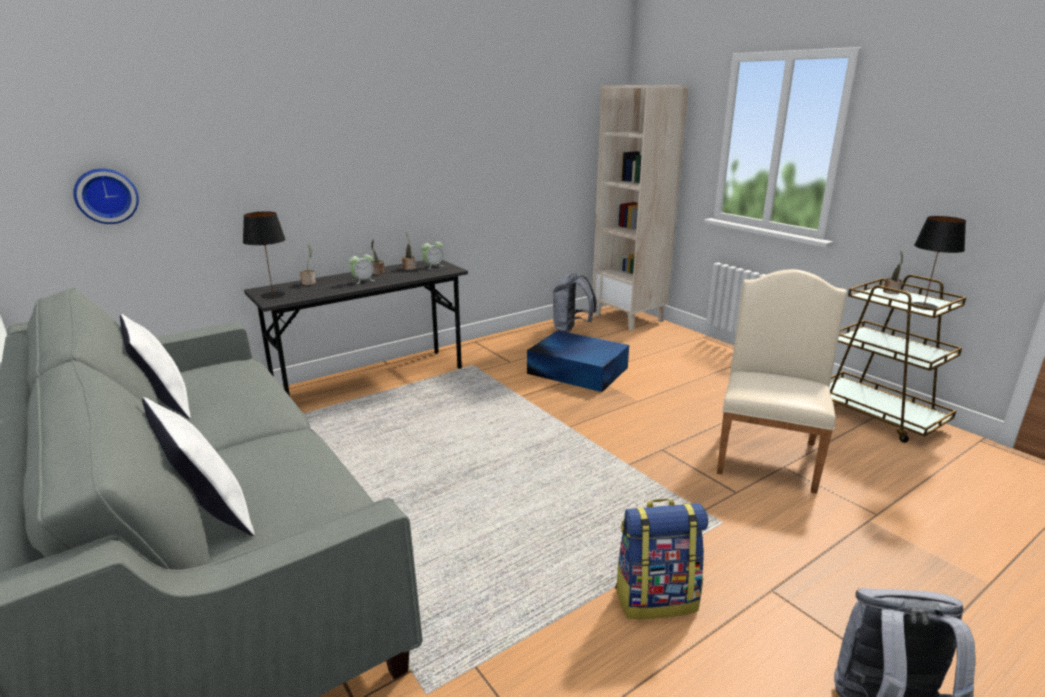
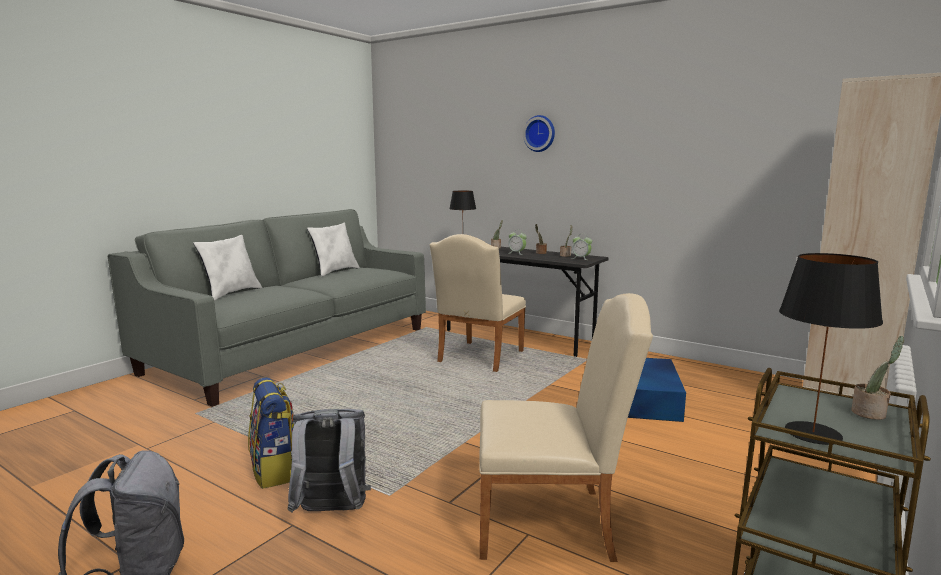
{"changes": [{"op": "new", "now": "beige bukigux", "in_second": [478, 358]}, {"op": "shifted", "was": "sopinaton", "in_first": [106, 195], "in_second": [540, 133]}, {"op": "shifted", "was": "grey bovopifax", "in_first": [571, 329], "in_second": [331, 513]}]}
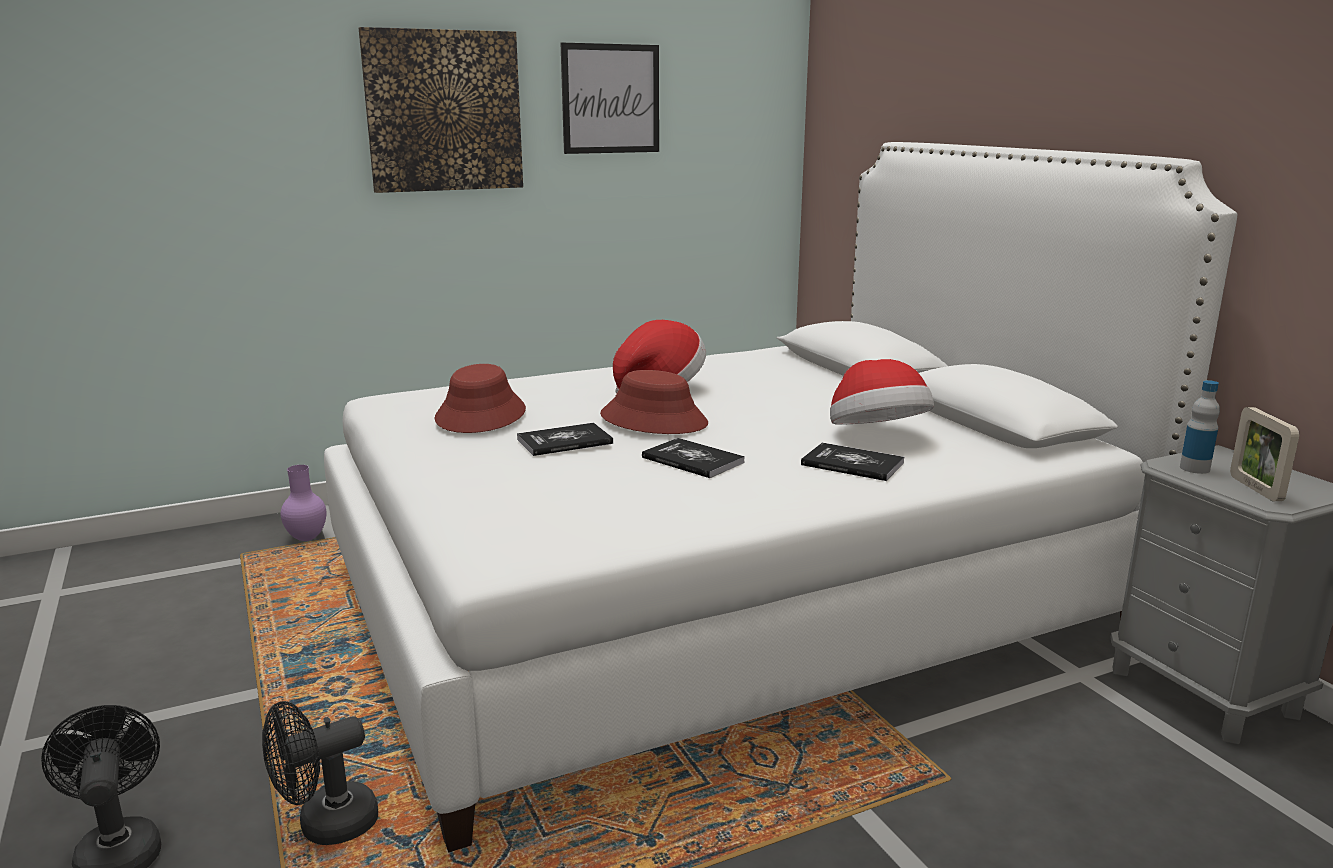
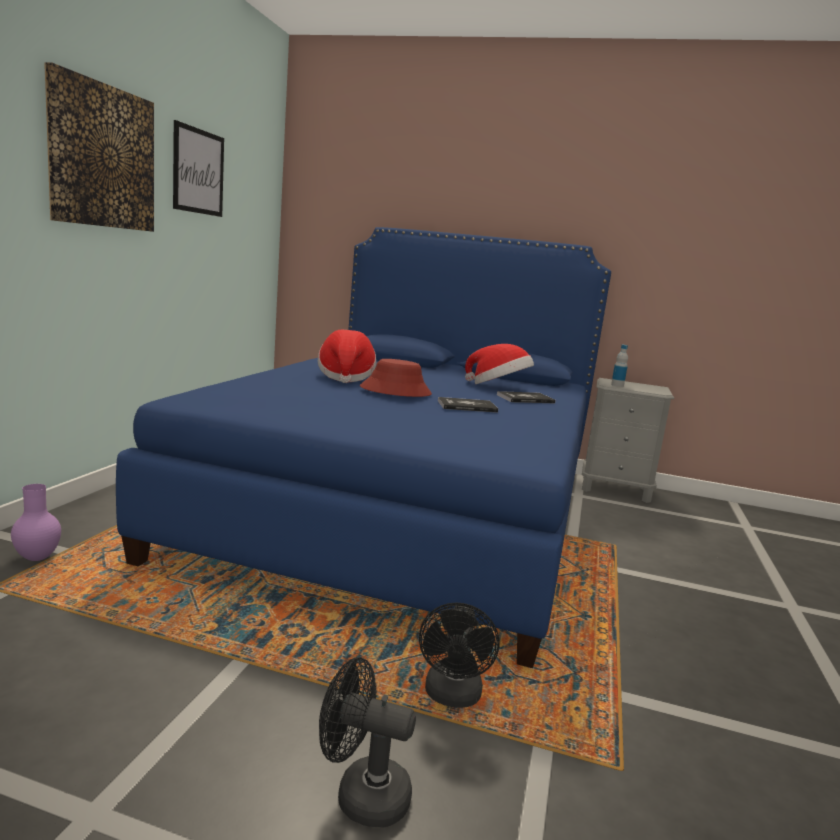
{"changes": [{"op": "gone", "was": "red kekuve", "in_first": [481, 415]}, {"op": "gone", "was": "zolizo", "in_first": [564, 441]}, {"op": "gone", "was": "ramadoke", "in_first": [1255, 489]}, {"op": "repainted", "was": "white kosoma", "now": "blue kosoma", "in_first": [721, 598], "in_second": [404, 508]}]}
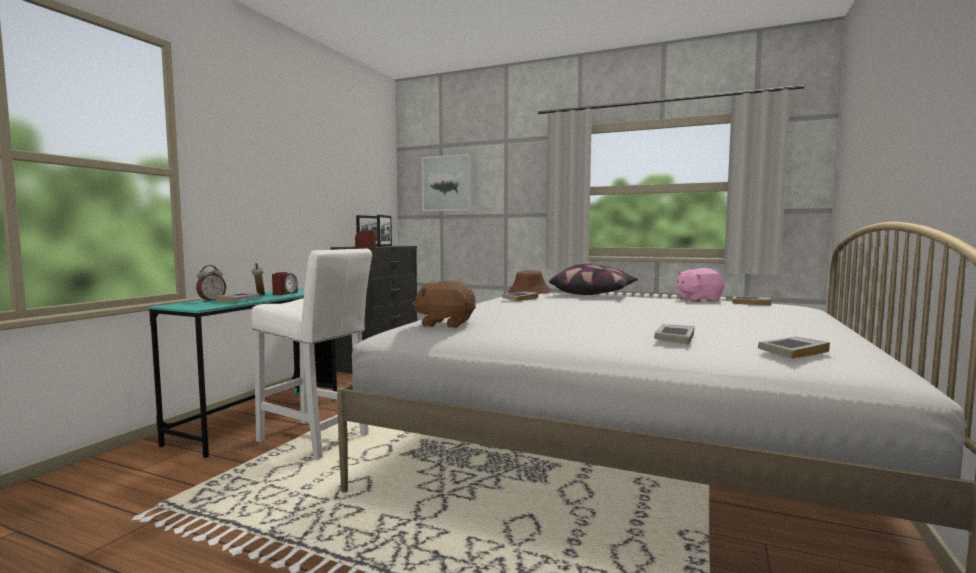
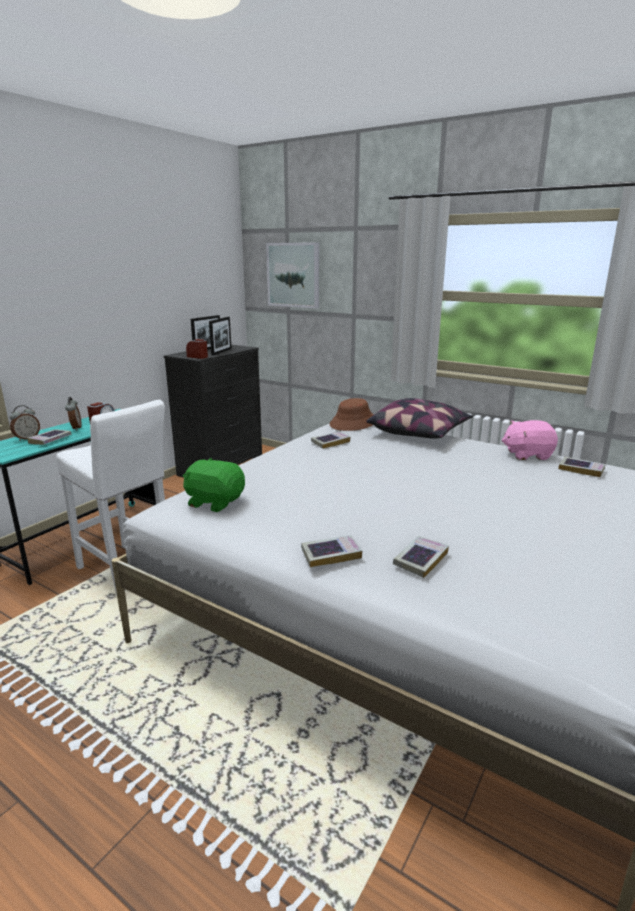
{"changes": [{"op": "shifted", "was": "zolizo", "in_first": [793, 352], "in_second": [331, 554]}, {"op": "repainted", "was": "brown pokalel", "now": "green pokalel", "in_first": [445, 324], "in_second": [215, 502]}]}
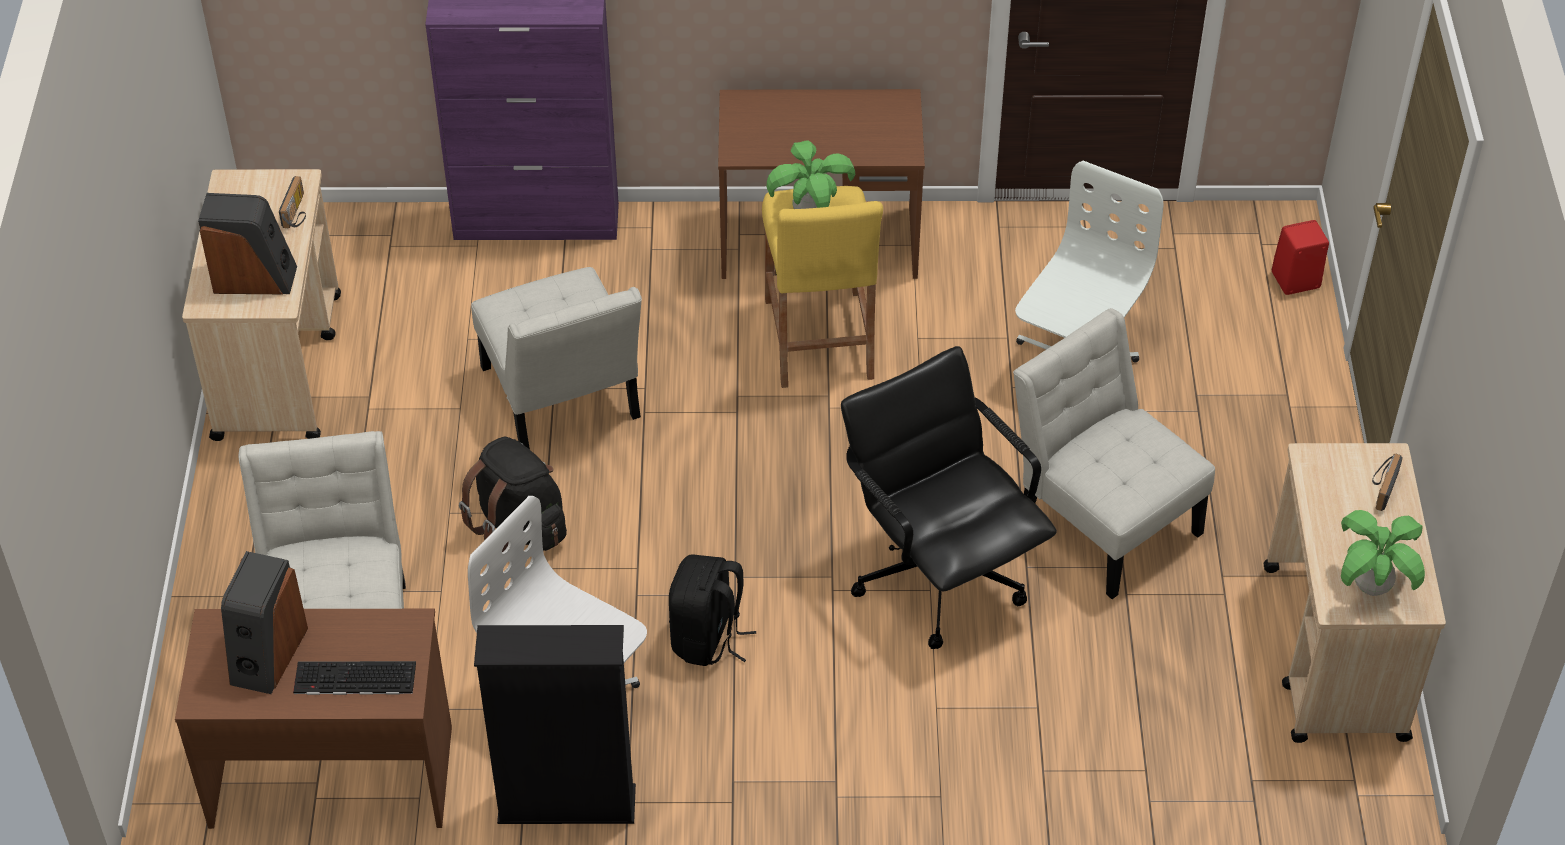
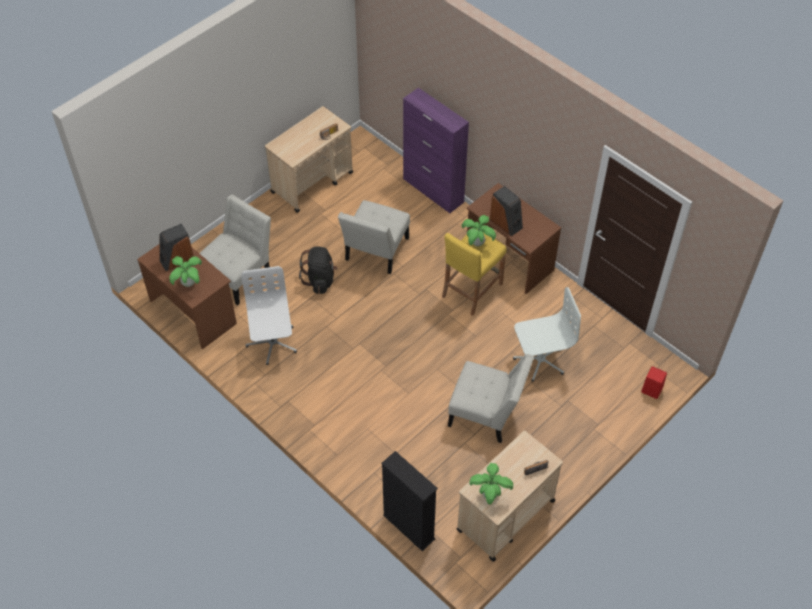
{"changes": [{"op": "gone", "was": "black bovopifax", "in_first": [708, 639]}, {"op": "gone", "was": "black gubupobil", "in_first": [939, 575]}, {"op": "shifted", "was": "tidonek", "in_first": [254, 278], "in_second": [506, 223]}, {"op": "shifted", "was": "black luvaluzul", "in_first": [567, 805], "in_second": [408, 527]}, {"op": "swapped", "was": "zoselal", "now": "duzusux", "in_first": [353, 679], "in_second": [188, 283]}, {"op": "rotated", "was": "white bukigux", "in_first": [1102, 519], "in_second": [487, 414], "clockwise": 105}]}
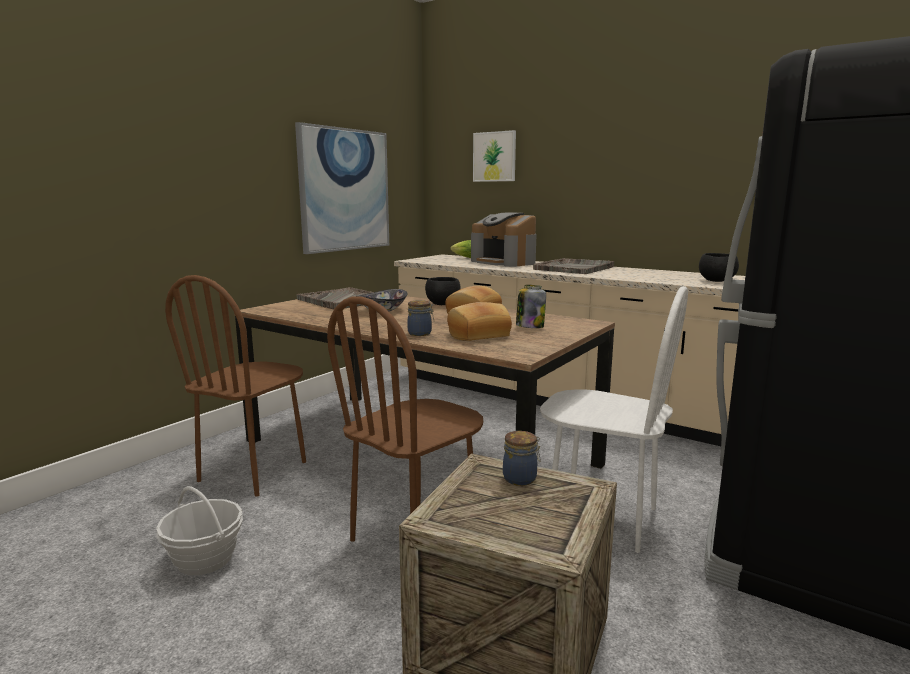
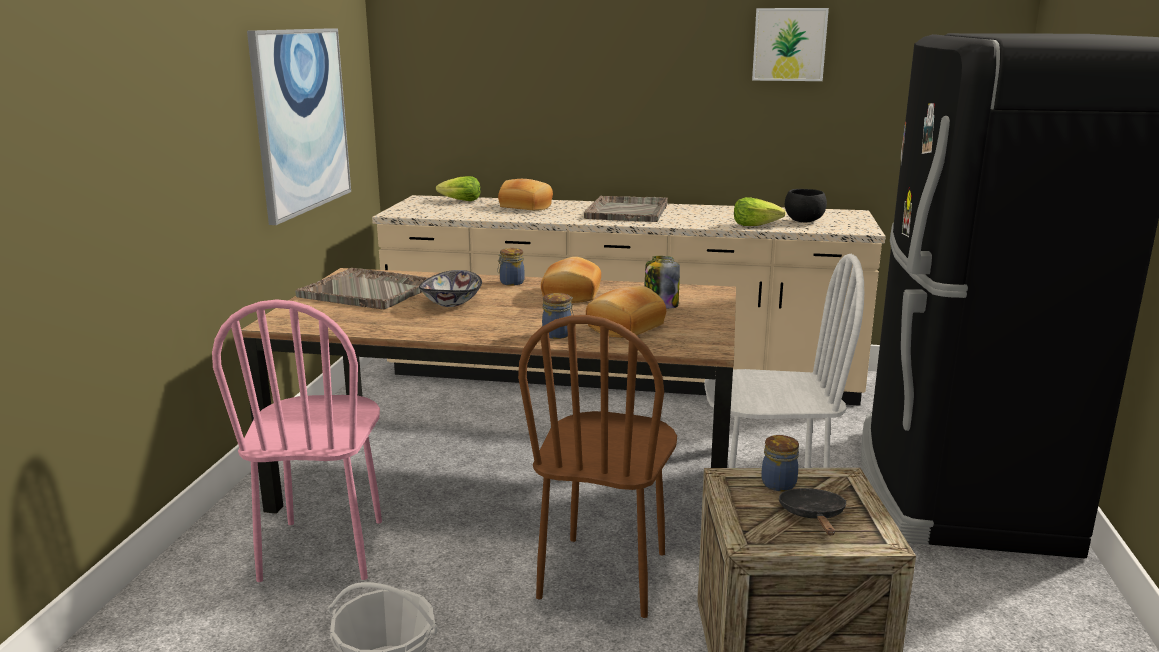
{"changes": [{"op": "new", "now": "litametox", "in_second": [755, 225]}, {"op": "new", "now": "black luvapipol", "in_second": [813, 516]}, {"op": "shifted", "was": "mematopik", "in_first": [494, 156], "in_second": [789, 44]}, {"op": "swapped", "was": "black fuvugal", "now": "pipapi", "in_first": [443, 304], "in_second": [511, 283]}, {"op": "swapped", "was": "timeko", "now": "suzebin", "in_first": [504, 262], "in_second": [526, 207]}, {"op": "repainted", "was": "brown bukigux", "now": "pink bukigux", "in_first": [254, 471], "in_second": [324, 550]}]}
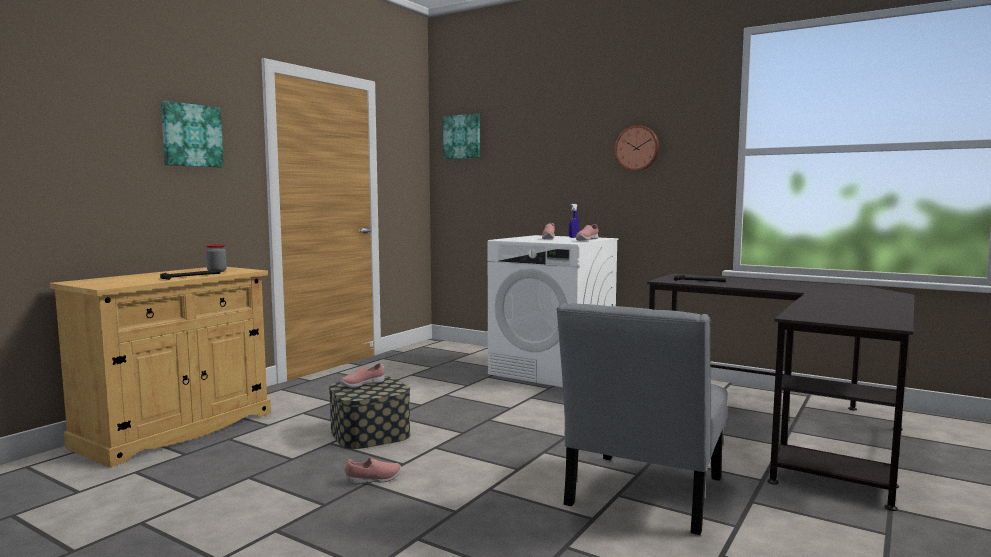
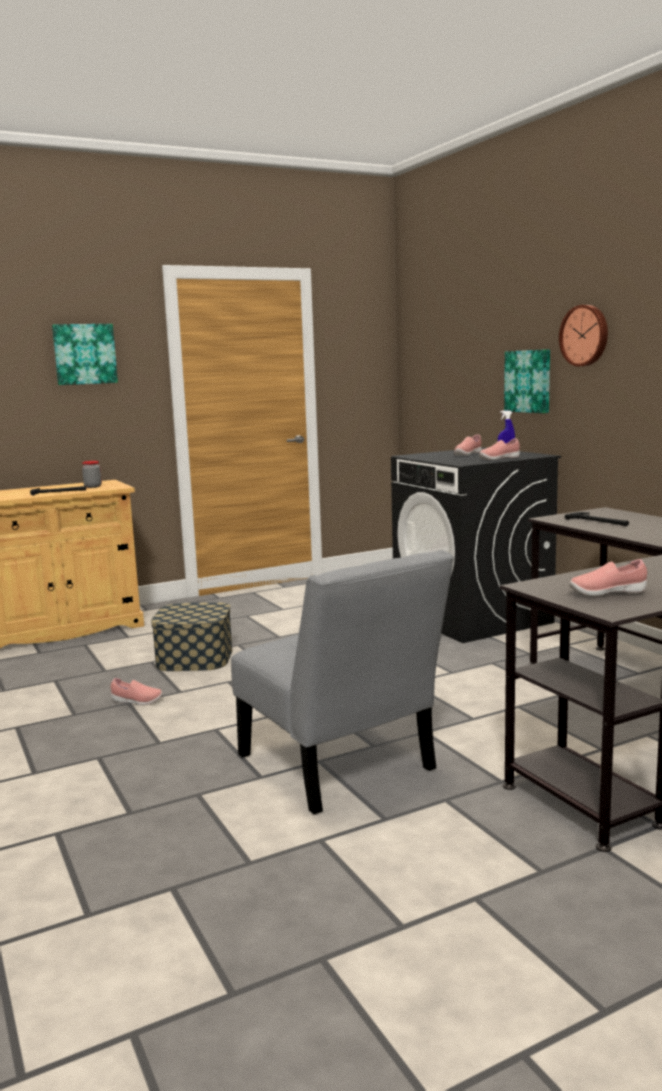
{"changes": [{"op": "shifted", "was": "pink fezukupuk", "in_first": [362, 385], "in_second": [606, 593]}, {"op": "shifted", "was": "mematopik", "in_first": [462, 137], "in_second": [528, 381]}, {"op": "repainted", "was": "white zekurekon", "now": "black zekurekon", "in_first": [553, 371], "in_second": [472, 617]}, {"op": "rotated", "was": "grey bukigux", "in_first": [642, 496], "in_second": [340, 767], "clockwise": -90}]}
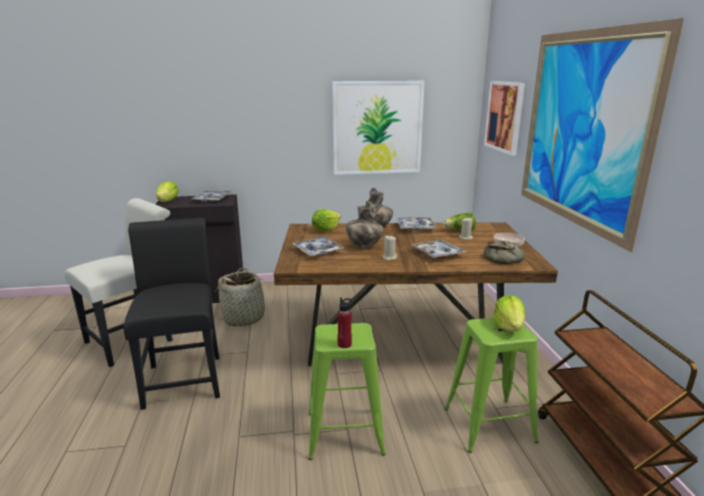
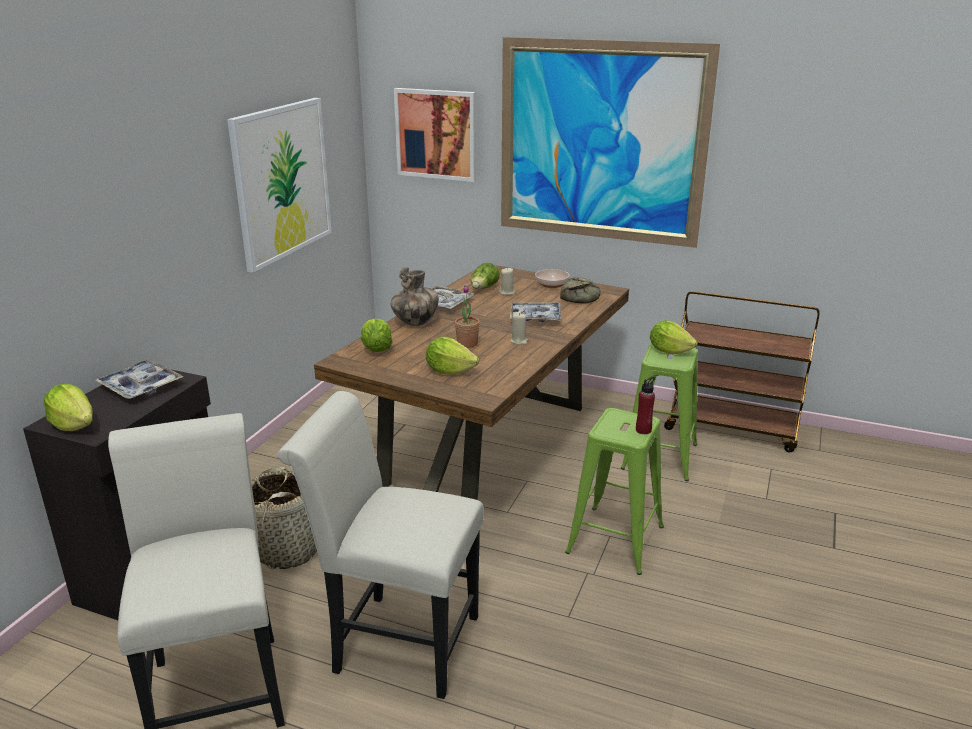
{"changes": [{"op": "swapped", "was": "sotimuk", "now": "litametox", "in_first": [318, 251], "in_second": [449, 371]}, {"op": "swapped", "was": "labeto", "now": "duzusux", "in_first": [364, 246], "in_second": [467, 343]}, {"op": "repainted", "was": "black bukigux", "now": "white bukigux", "in_first": [184, 377], "in_second": [396, 641]}]}
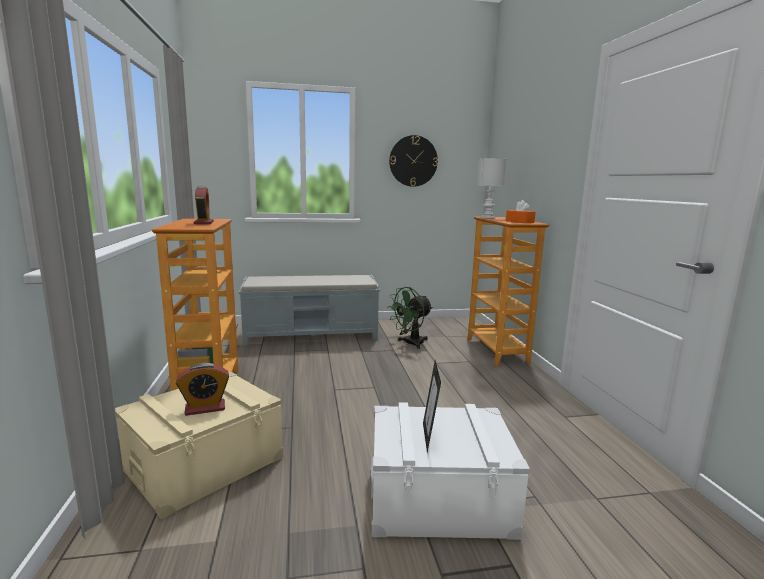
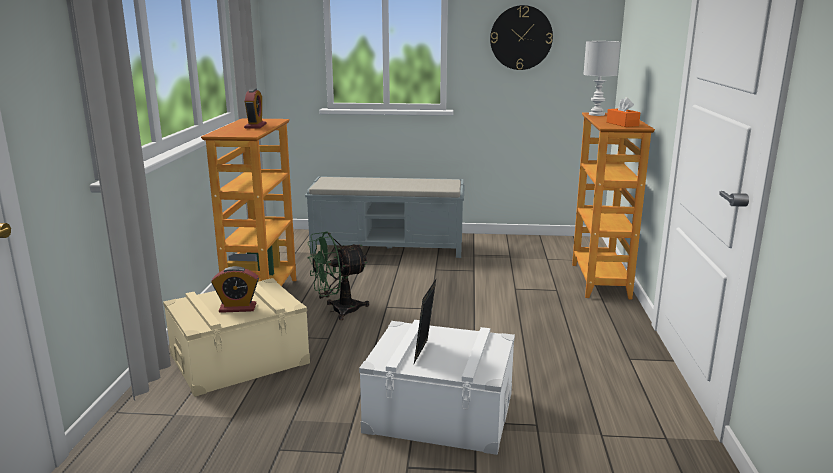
{"changes": [{"op": "shifted", "was": "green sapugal", "in_first": [410, 343], "in_second": [338, 311]}]}
